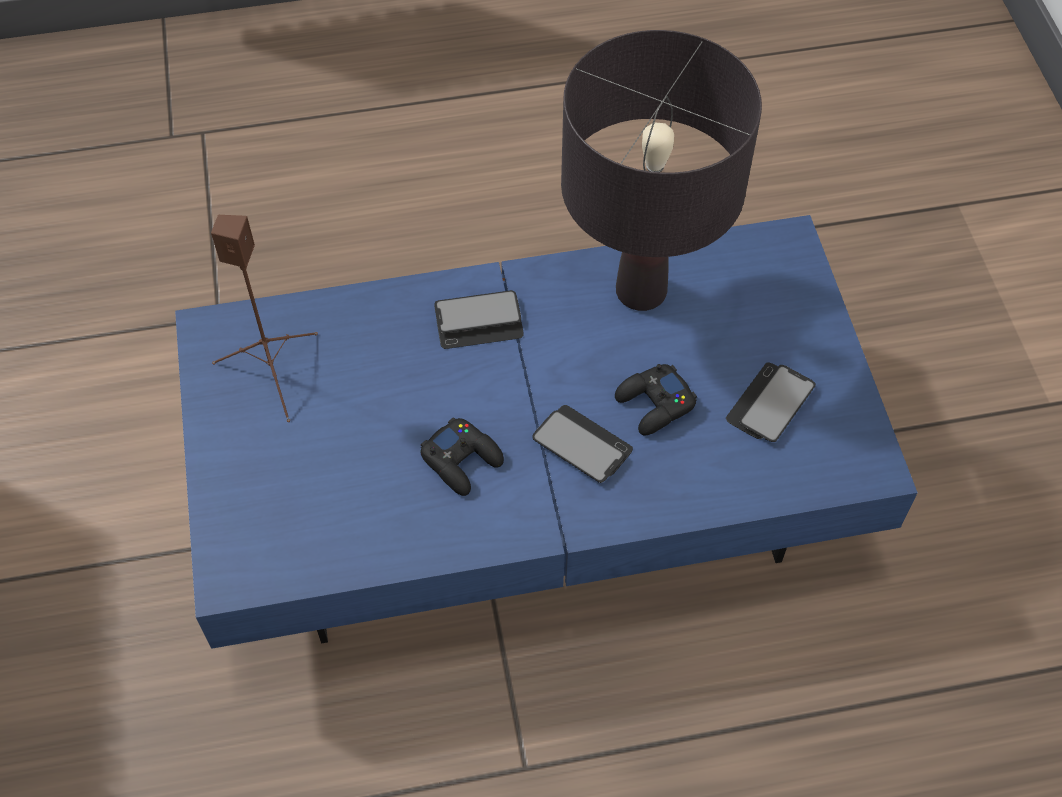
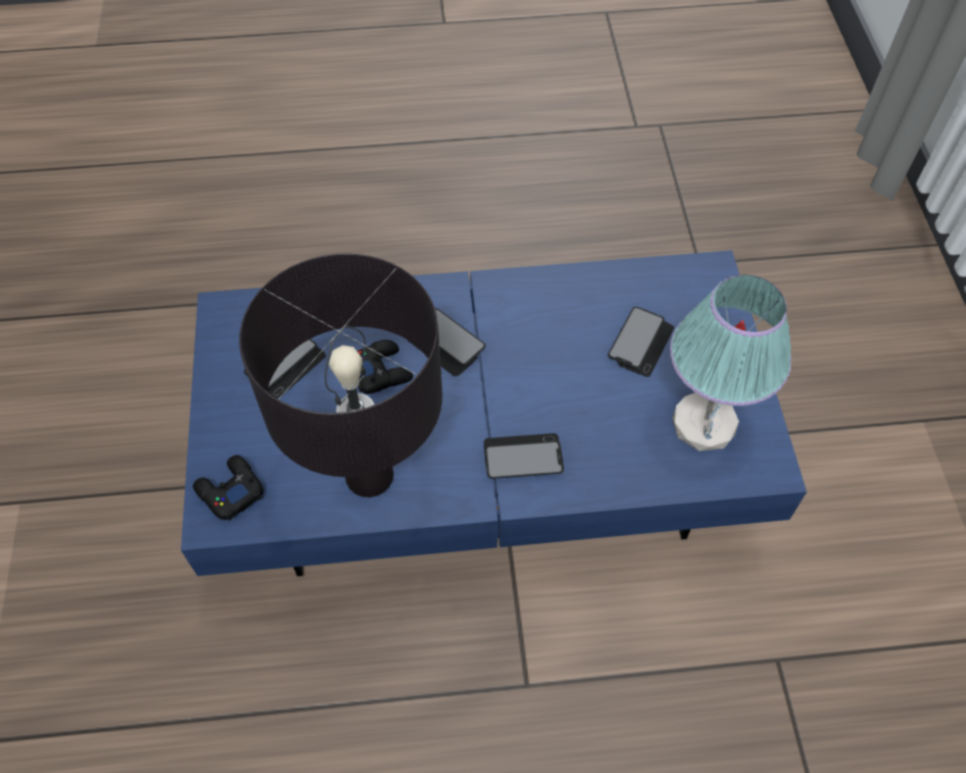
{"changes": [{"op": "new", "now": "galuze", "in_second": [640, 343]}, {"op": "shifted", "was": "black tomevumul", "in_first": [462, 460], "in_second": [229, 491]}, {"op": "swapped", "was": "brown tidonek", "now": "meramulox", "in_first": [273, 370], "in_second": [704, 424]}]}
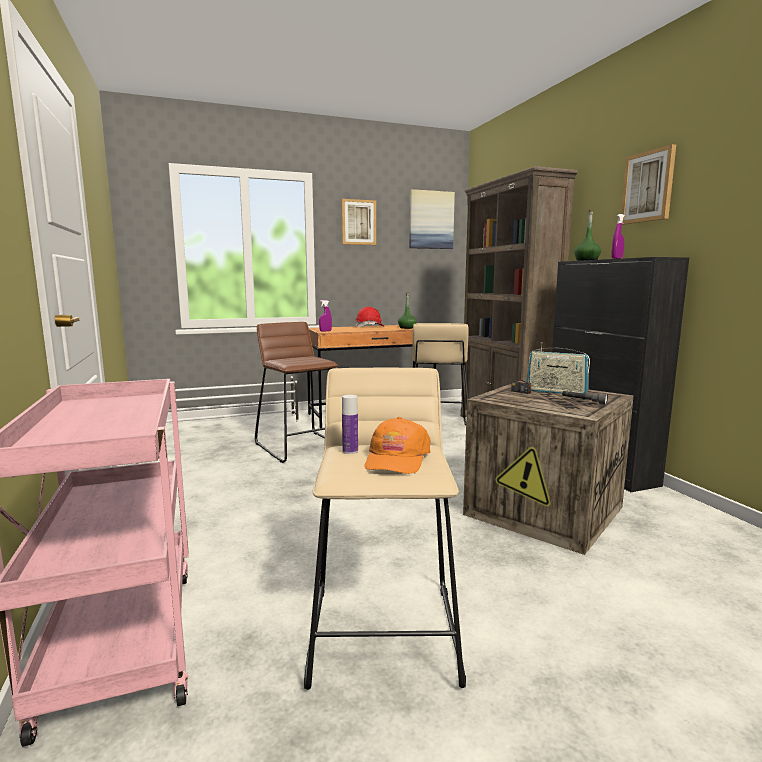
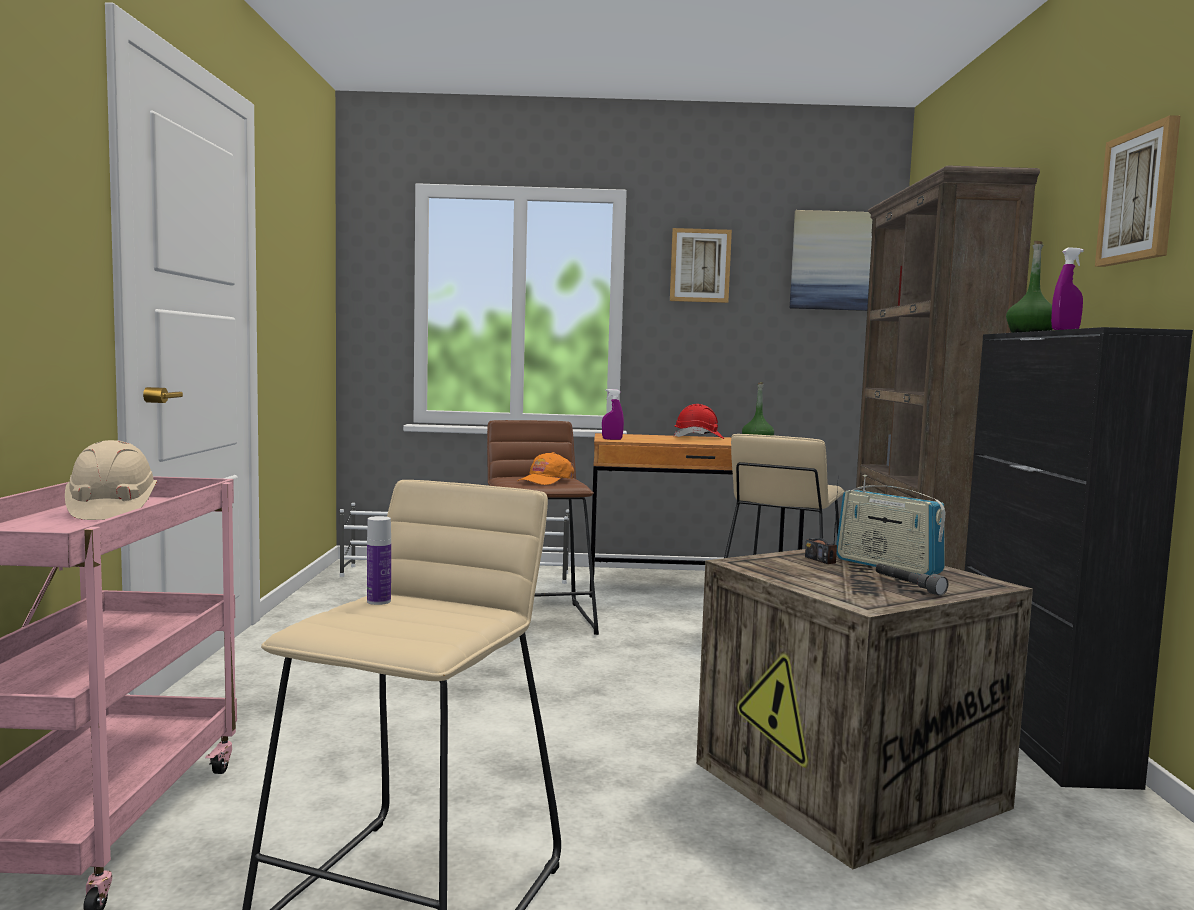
{"changes": [{"op": "new", "now": "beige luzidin", "in_second": [111, 511]}, {"op": "shifted", "was": "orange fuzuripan", "in_first": [396, 459], "in_second": [545, 480]}]}
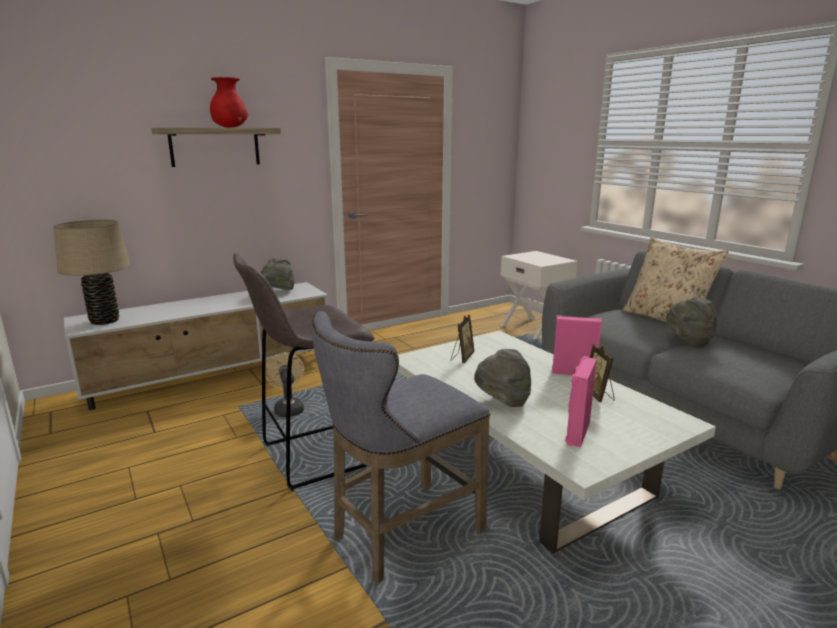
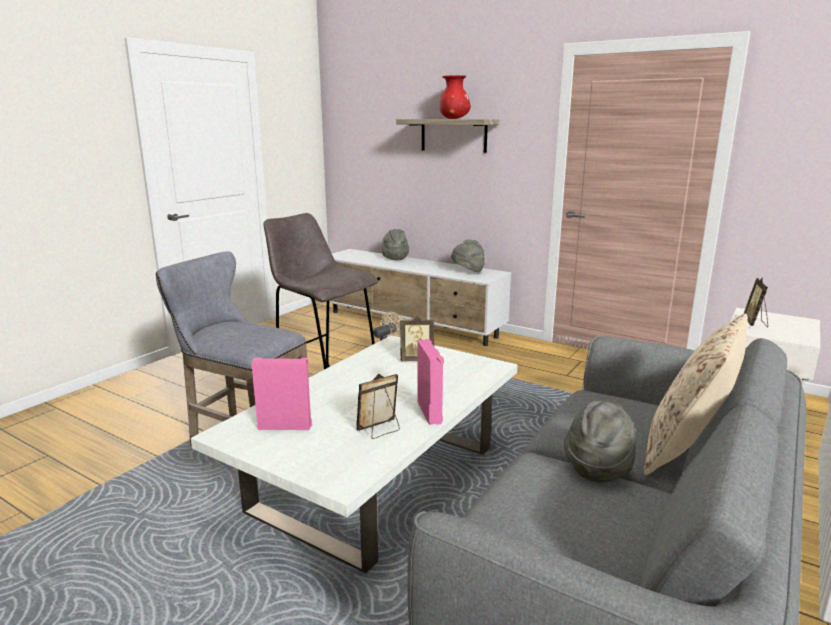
{"changes": [{"op": "gone", "was": "beige meramulox", "in_first": [104, 321]}, {"op": "new", "now": "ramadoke", "in_second": [755, 323]}, {"op": "shifted", "was": "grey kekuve", "in_first": [502, 402], "in_second": [394, 258]}]}
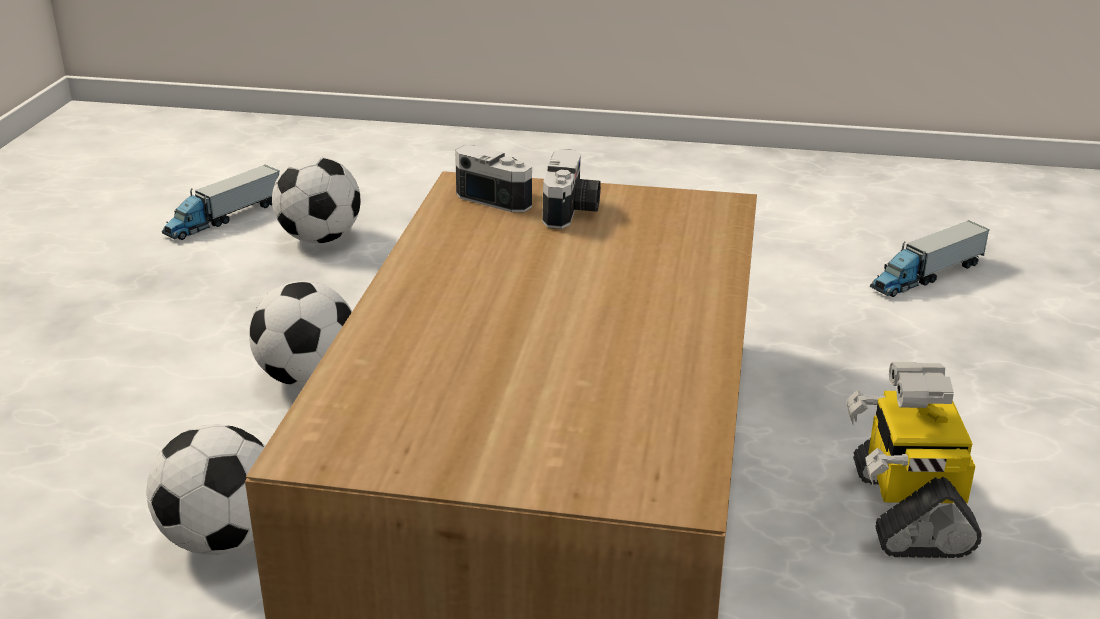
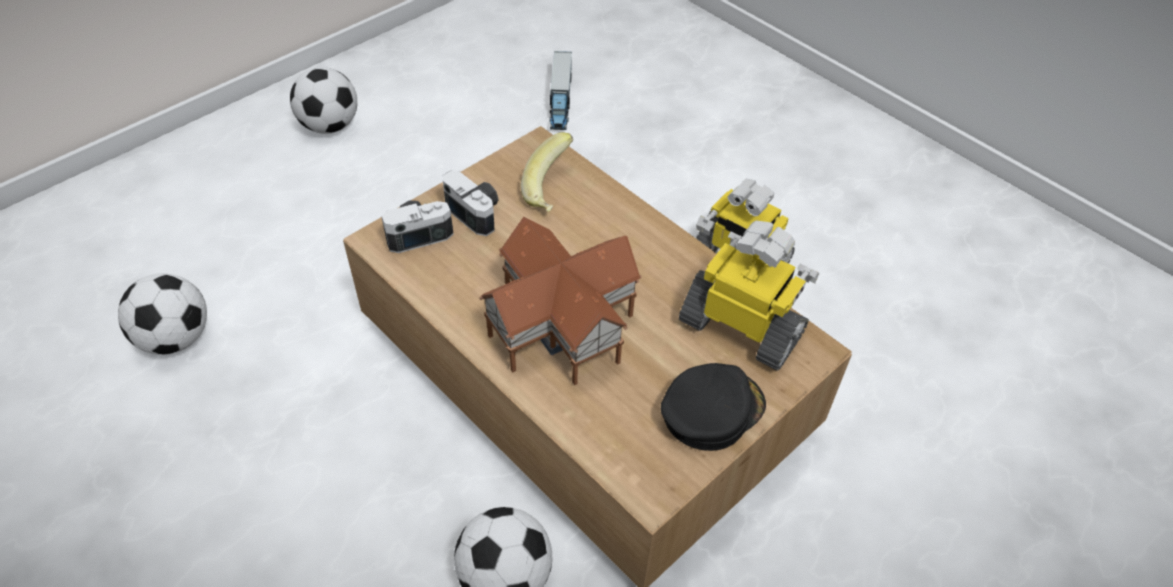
{"changes": [{"op": "gone", "was": "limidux", "in_first": [224, 218]}, {"op": "new", "now": "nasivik", "in_second": [560, 328]}, {"op": "new", "now": "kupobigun", "in_second": [552, 190]}, {"op": "new", "now": "black fuzuripan", "in_second": [711, 409]}, {"op": "new", "now": "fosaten", "in_second": [743, 327]}, {"op": "shifted", "was": "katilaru", "in_first": [308, 378], "in_second": [330, 126]}]}
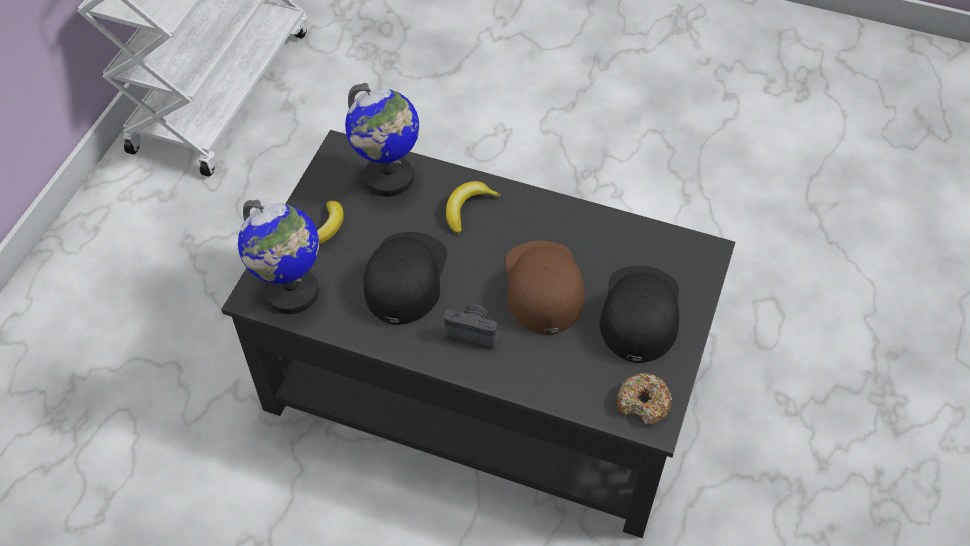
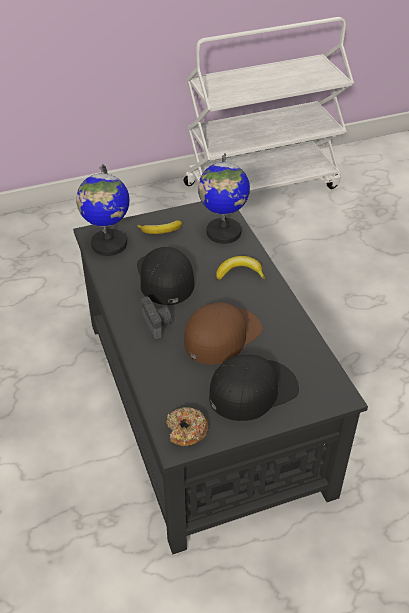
{"changes": [{"op": "rotated", "was": "black fuzuripan", "in_first": [405, 277], "in_second": [164, 277], "clockwise": -75}]}
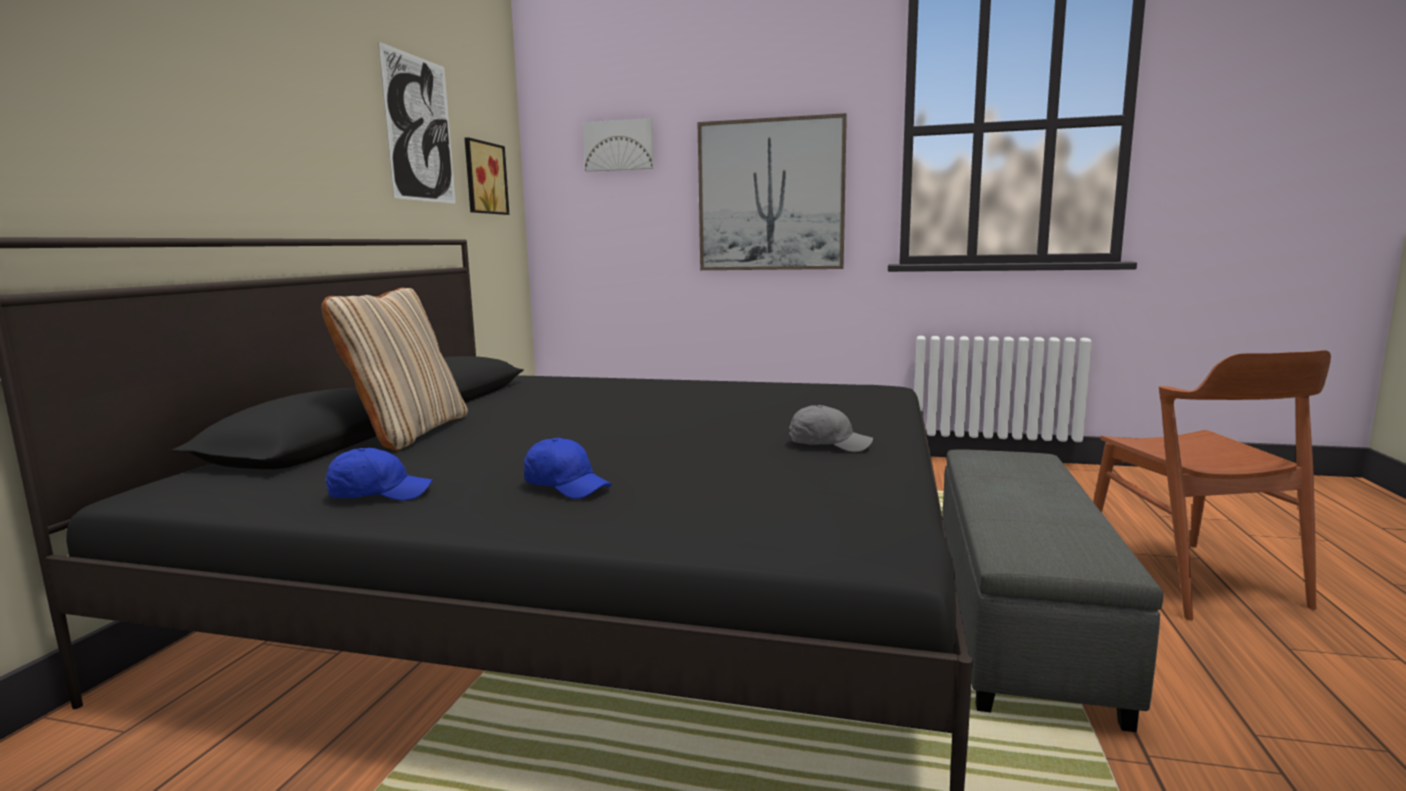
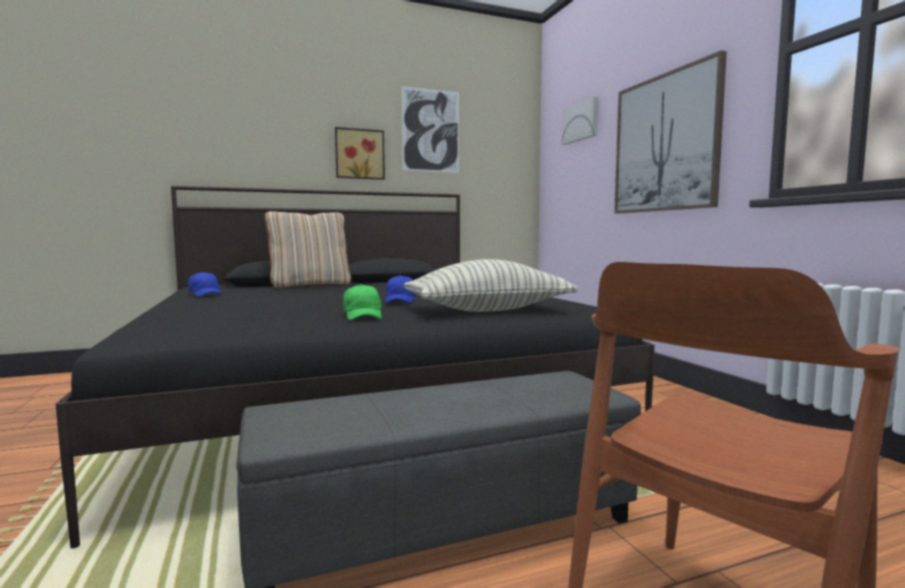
{"changes": [{"op": "new", "now": "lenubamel", "in_second": [487, 310]}, {"op": "shifted", "was": "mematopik", "in_first": [483, 178], "in_second": [359, 154]}, {"op": "shifted", "was": "blue fuzuripan", "in_first": [567, 486], "in_second": [400, 301]}, {"op": "repainted", "was": "grey fuzuripan", "now": "green fuzuripan", "in_first": [829, 445], "in_second": [363, 316]}]}
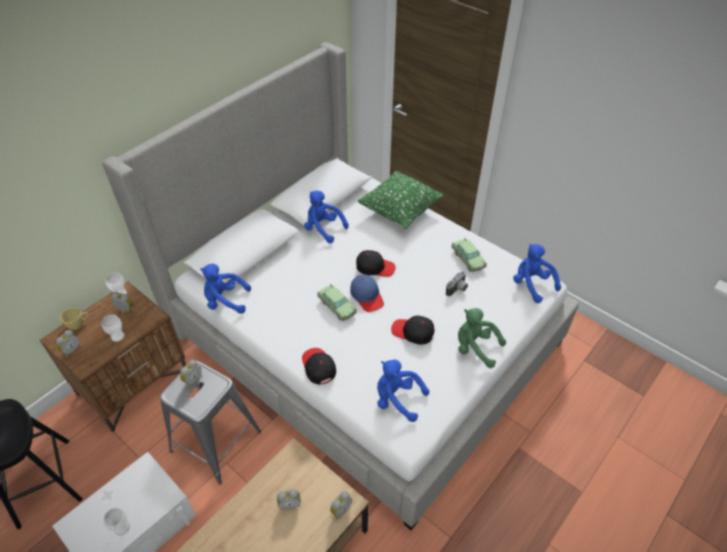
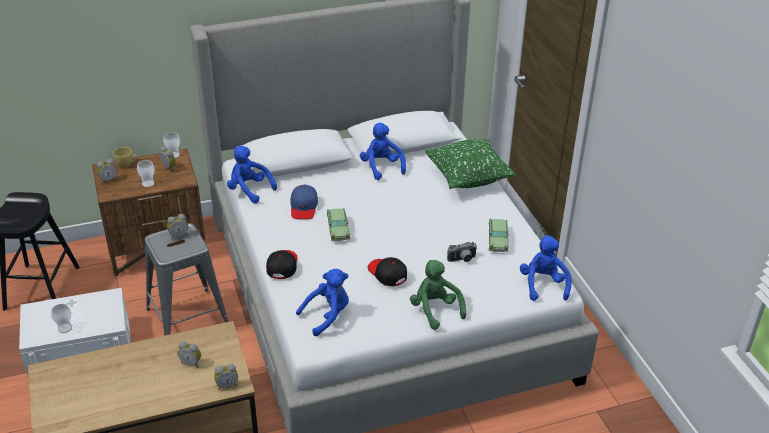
{"changes": [{"op": "gone", "was": "black fuzuripan", "in_first": [375, 267]}, {"op": "shifted", "was": "blue fuzuripan", "in_first": [367, 296], "in_second": [304, 207]}, {"op": "rotated", "was": "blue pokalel", "in_first": [397, 399], "in_second": [327, 316], "clockwise": 90}]}
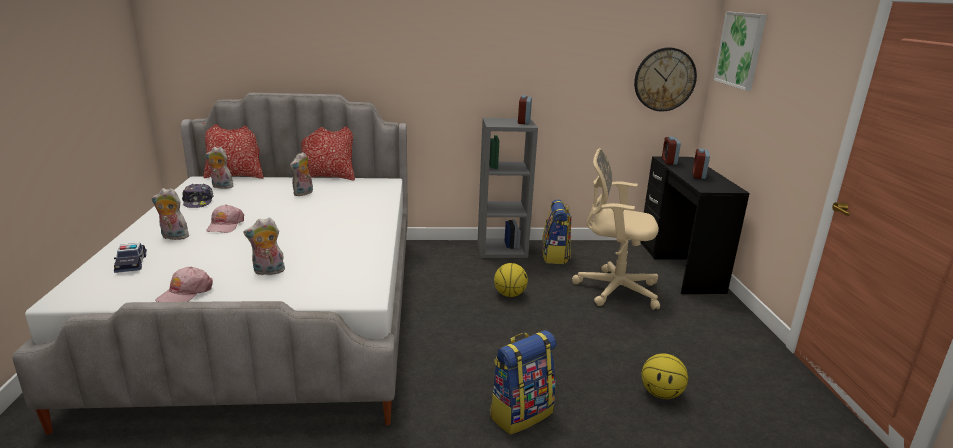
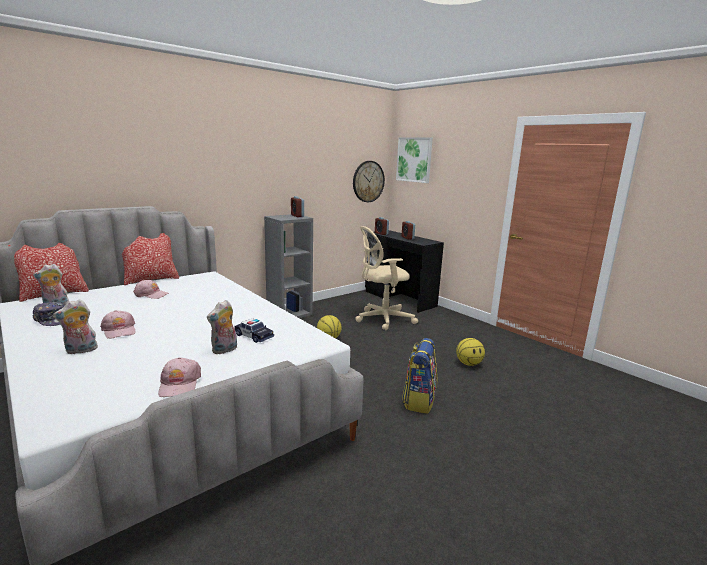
{"changes": [{"op": "gone", "was": "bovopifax", "in_first": [555, 256]}, {"op": "shifted", "was": "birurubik", "in_first": [131, 264], "in_second": [253, 336]}, {"op": "swapped", "was": "pokalel", "now": "pink fuzuripan", "in_first": [303, 193], "in_second": [151, 294]}]}
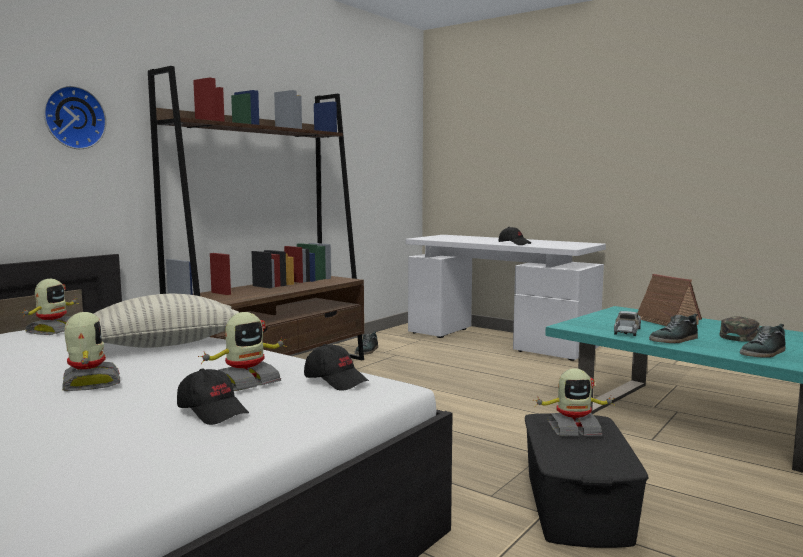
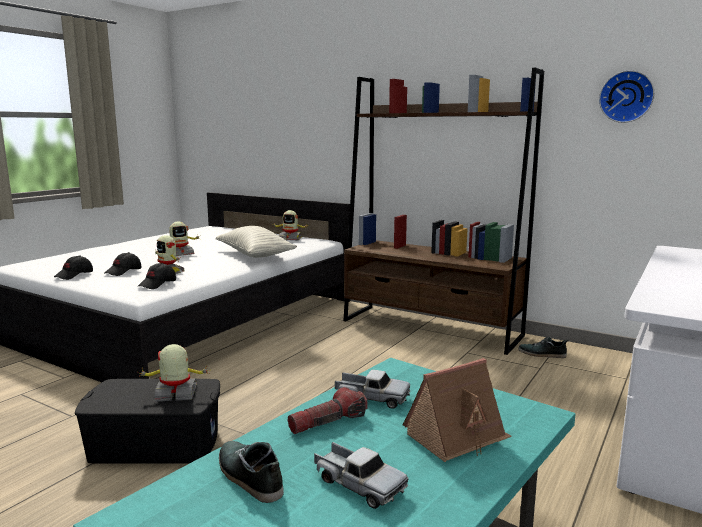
{"changes": [{"op": "shifted", "was": "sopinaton", "in_first": [73, 118], "in_second": [626, 97]}, {"op": "shifted", "was": "black fuzuripan", "in_first": [514, 244], "in_second": [74, 275]}, {"op": "swapped", "was": "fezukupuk", "now": "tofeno", "in_first": [674, 340], "in_second": [328, 422]}, {"op": "swapped", "was": "green fuzuripan", "now": "limidux", "in_first": [741, 336], "in_second": [358, 484]}, {"op": "rotated", "was": "fosaten", "in_first": [573, 429], "in_second": [176, 394], "clockwise": 90}]}
